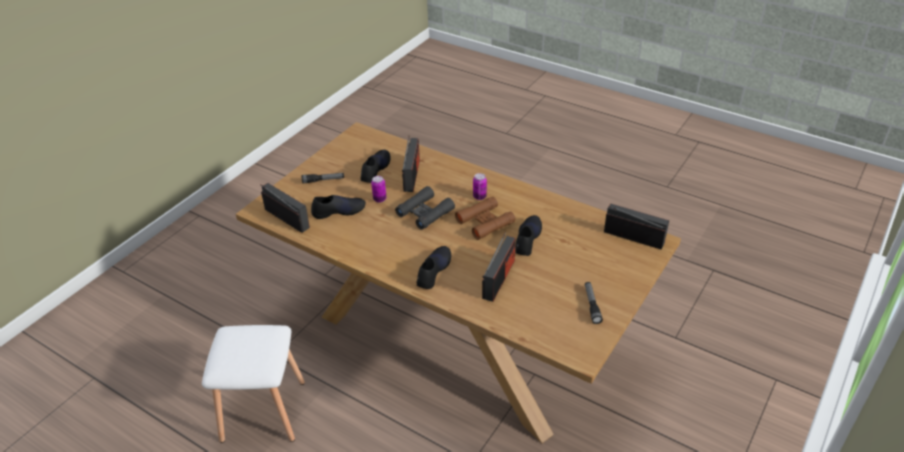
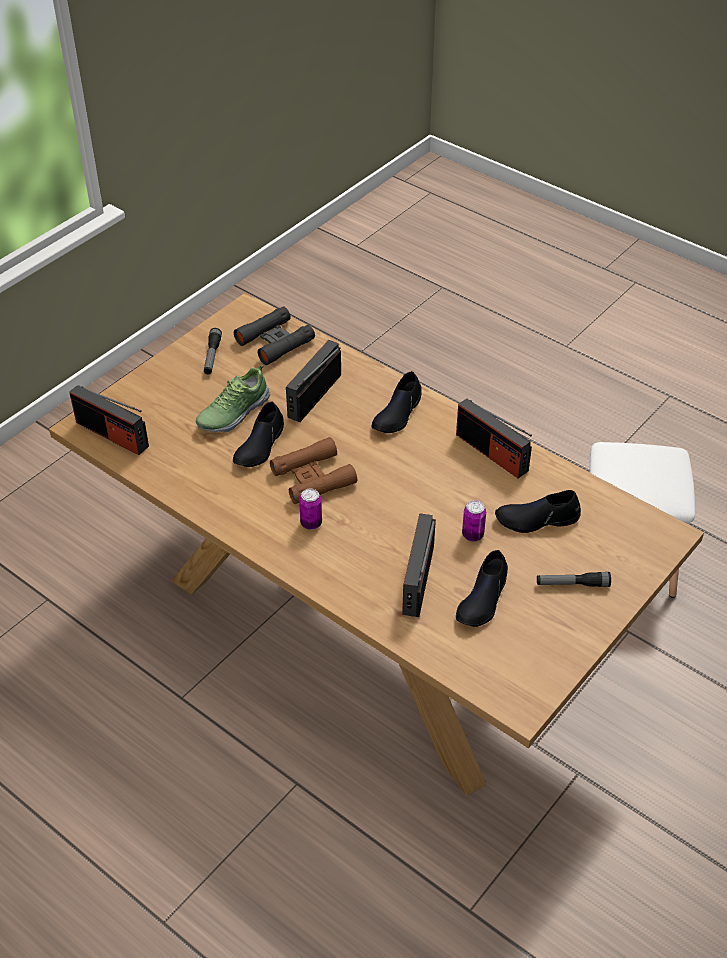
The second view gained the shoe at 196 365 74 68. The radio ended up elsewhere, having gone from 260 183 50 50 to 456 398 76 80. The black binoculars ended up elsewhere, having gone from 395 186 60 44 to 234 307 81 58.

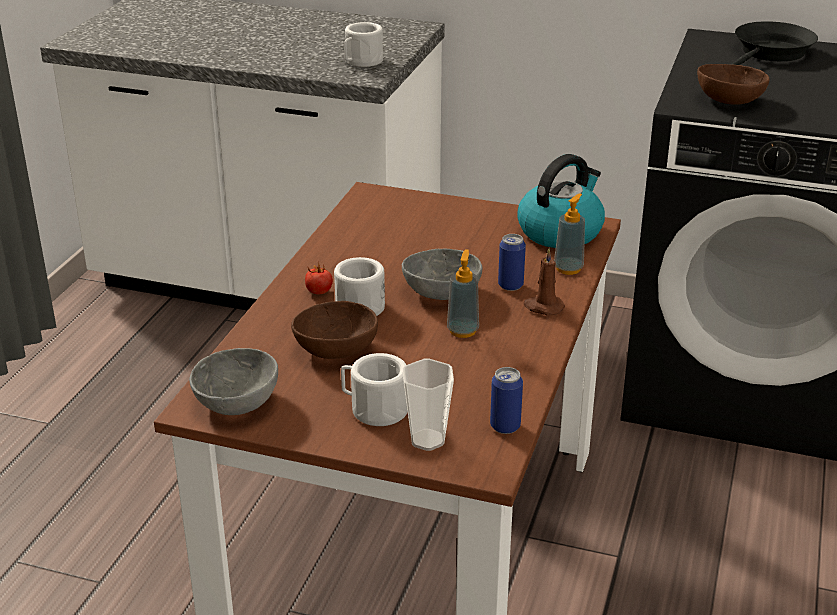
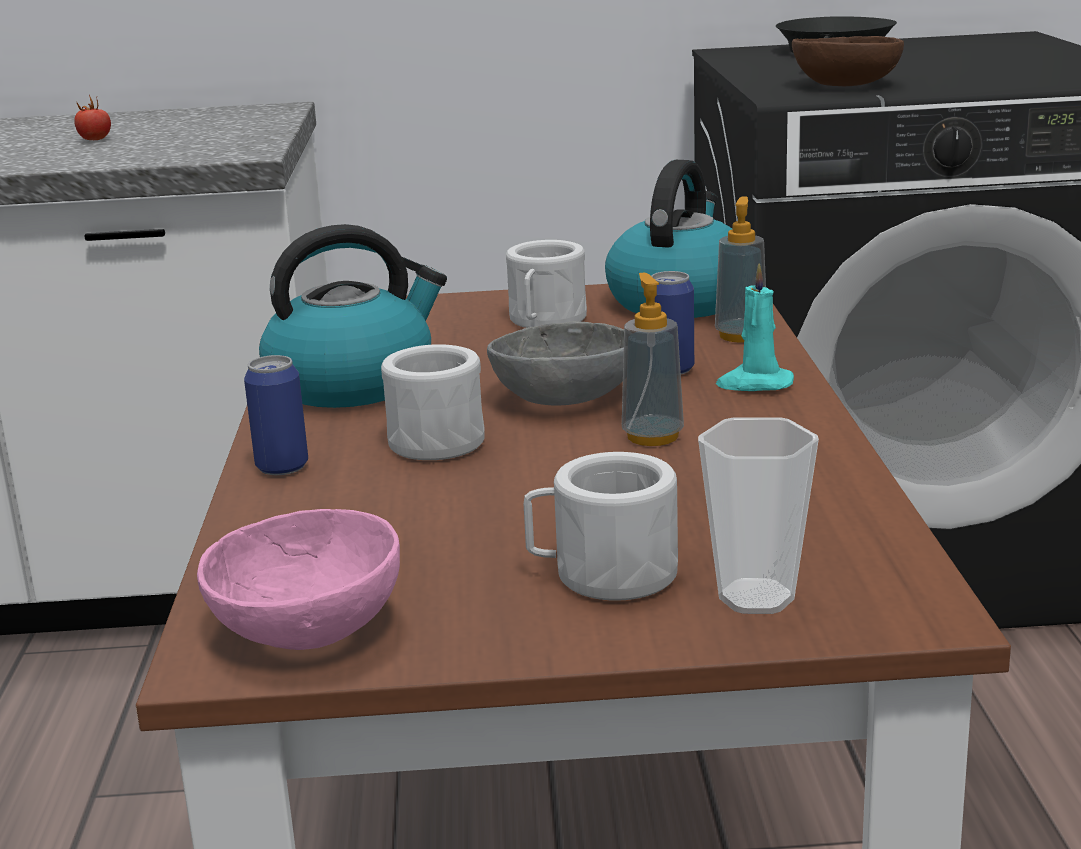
The second view lost the brown bowl at 291 301 87 58. The second view gained the kettle at 259 224 188 184. The tomato ended up elsewhere, having gone from 305 261 28 33 to 74 94 37 46. The white mug ended up elsewhere, having gone from 344 22 39 45 to 506 240 81 88. The can ended up elsewhere, having gone from 490 367 33 67 to 244 355 64 120. What was the grey bowl at 189 348 89 67 turned into the pink bowl at 197 509 203 141. What was the brown candle at 524 248 41 68 turned into the turquoise candle at 716 263 78 128.

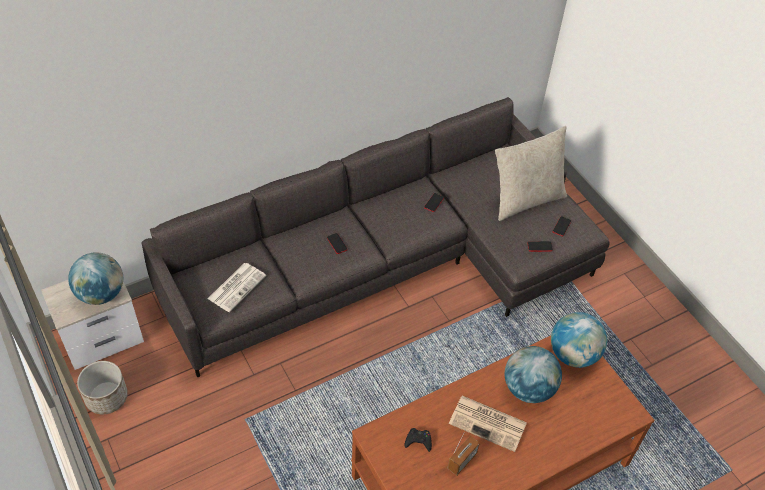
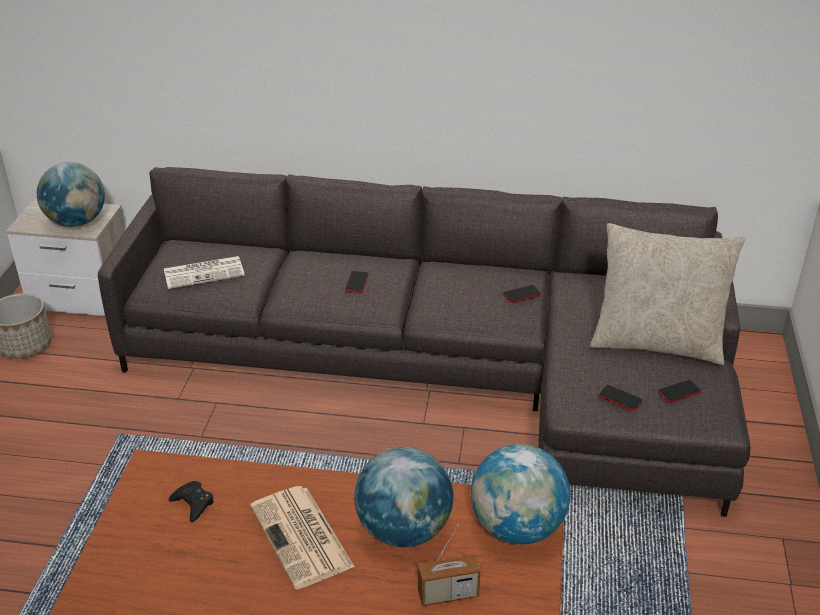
The radio ended up elsewhere, having gone from 448 429 32 47 to 418 524 63 82.

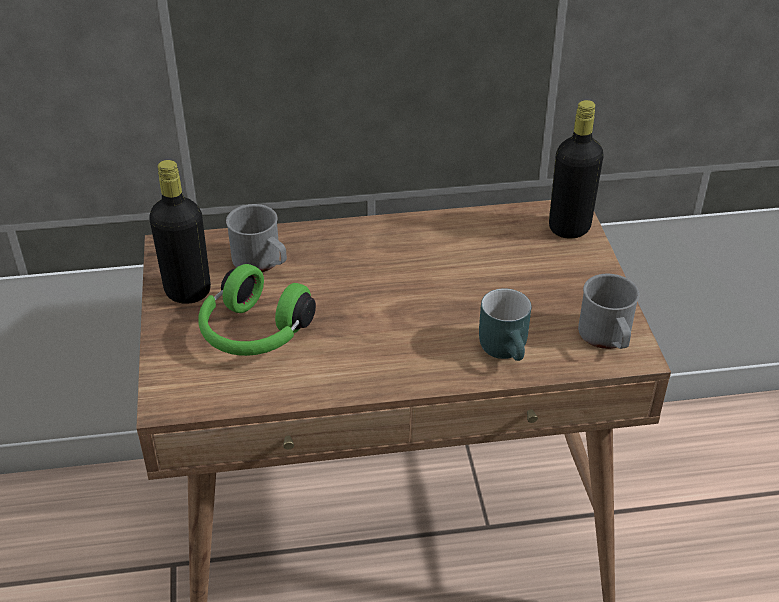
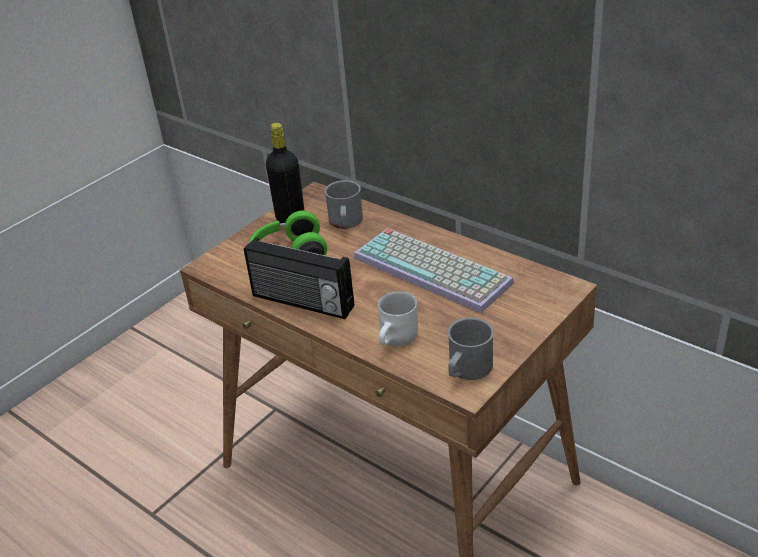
The second view lost the black bottle at 549 100 55 139. The second view gained the radio at 244 237 110 82. The second view gained the keyboard at 354 228 160 85. What was the turquoise mug at 479 288 52 73 turned into the white mug at 378 291 40 55.

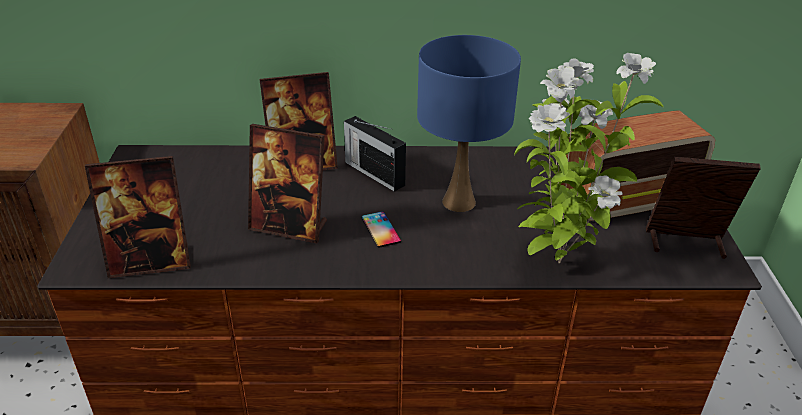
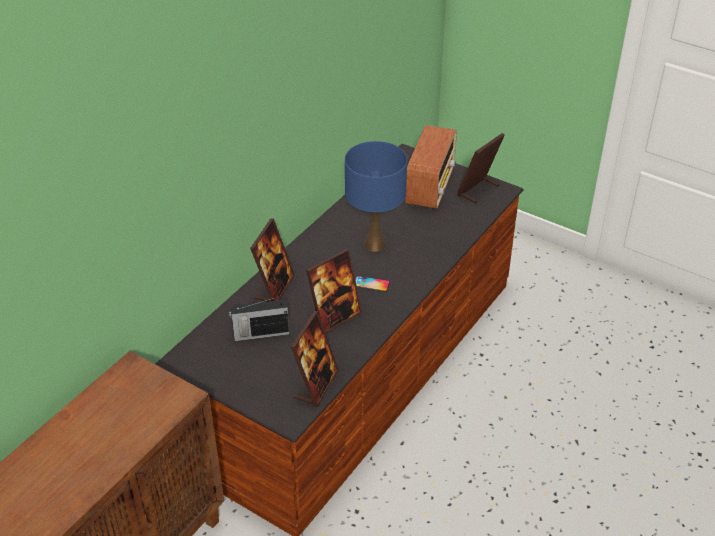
The second view lost the potted plant at 514 53 149 210. The radio ended up elsewhere, having gone from 344 116 62 76 to 229 297 60 44.

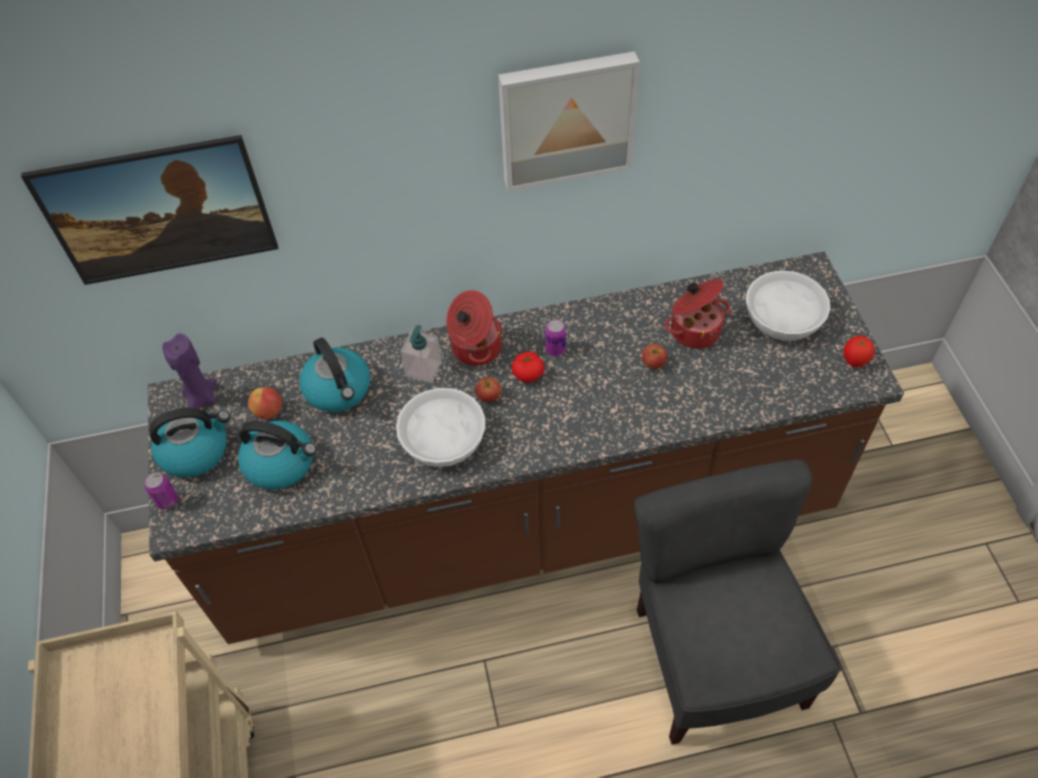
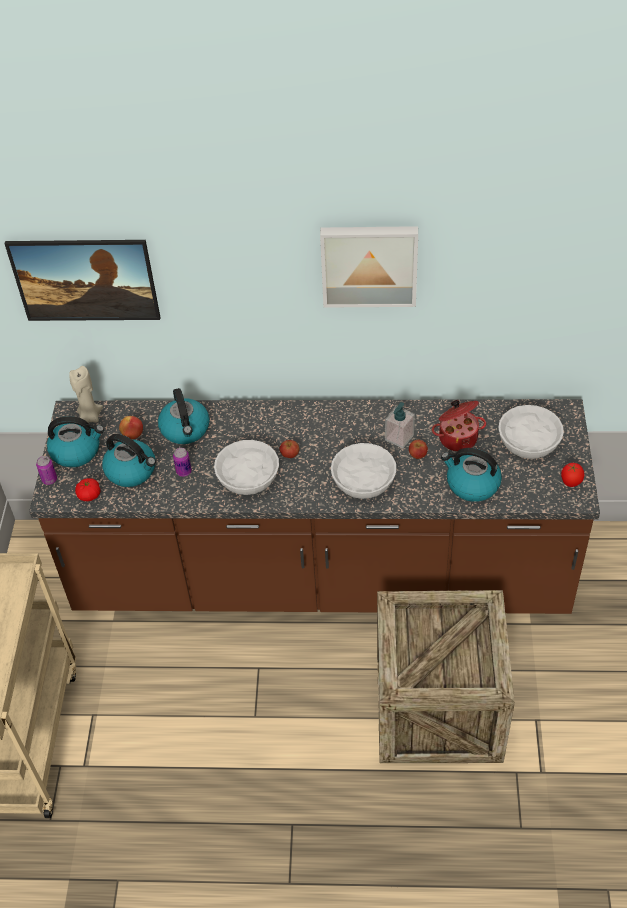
The second view lost the cooking pot at 446 290 57 76. The second view gained the white bowl at 331 443 65 56. The second view gained the kettle at 441 448 61 54. The soap dispenser ended up elsewhere, having gone from 400 325 42 58 to 385 402 30 46. The tomato ended up elsewhere, having gone from 511 352 34 30 to 75 478 26 23. The can ended up elsewhere, having gone from 545 319 21 37 to 173 448 19 29. Where the grey chair stood at 635 459 207 286, the crate came to stand at 377 590 138 173. What was the purple candle at 162 333 55 76 turned into the beige candle at 69 366 34 57.

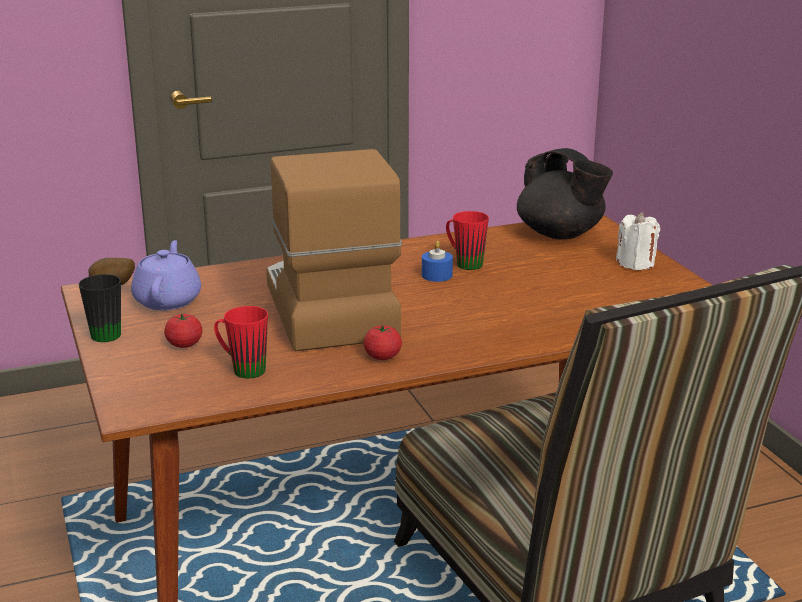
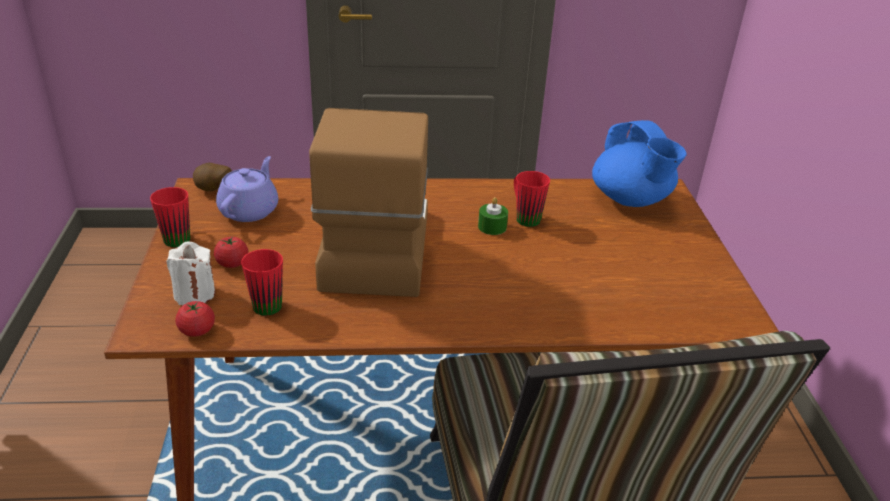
The tomato ended up elsewhere, having gone from 364 325 38 35 to 175 301 40 36. The white candle ended up elsewhere, having gone from 616 212 44 58 to 166 242 49 63. What was the black mug at 79 274 42 68 turned into the red mug at 150 187 40 60. What was the blue candle at 422 241 31 41 turned into the green candle at 478 197 30 38. What was the black teapot at 517 148 96 91 turned into the blue teapot at 592 120 94 87.

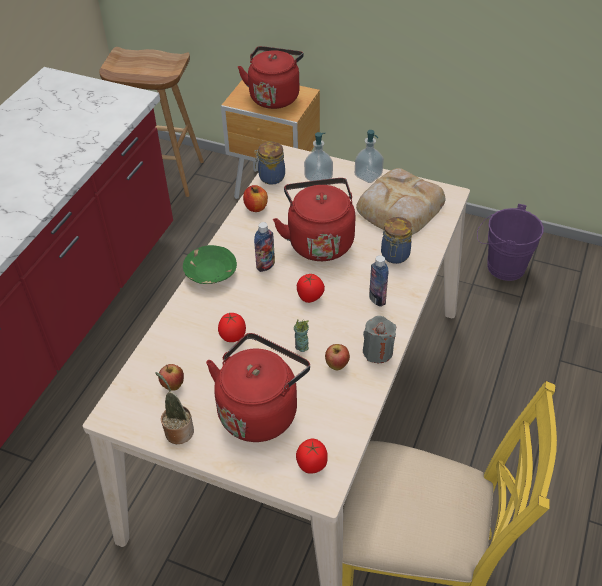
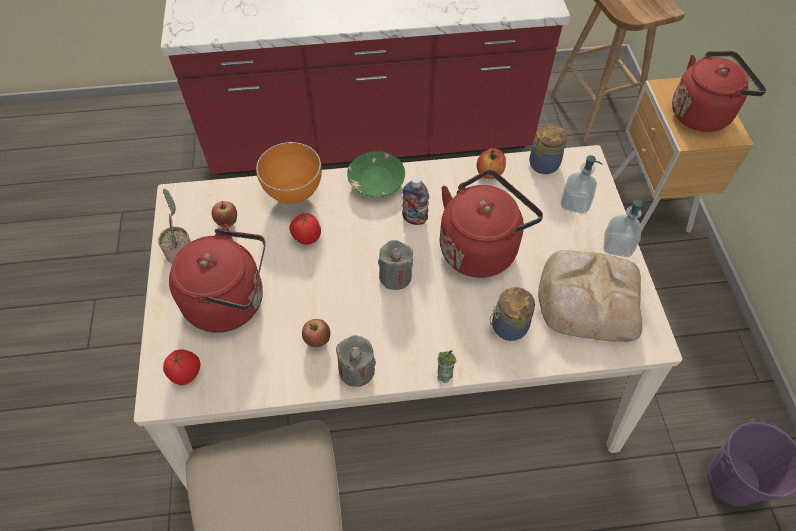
The second view lost the bottle at 369 255 19 52. The second view gained the orange bowl at 256 142 66 62. The cup ended up elsewhere, having gone from 294 319 15 33 to 438 350 19 33. Where the tomato stood at 297 274 28 29, the grey candle came to stand at 378 240 35 50.

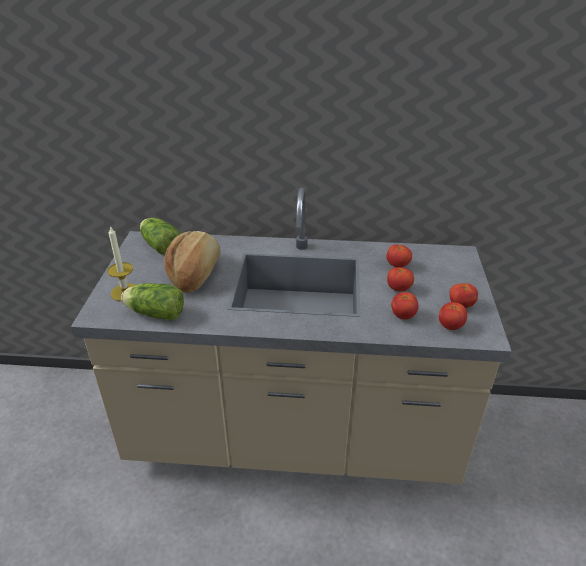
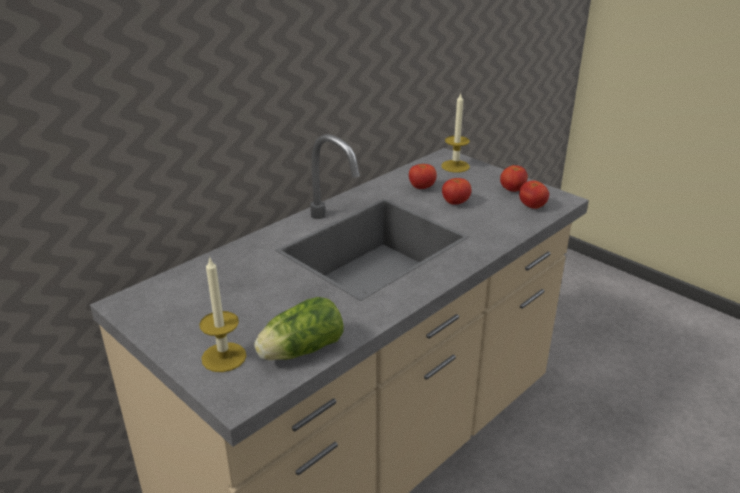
The second view lost the lettuce at 140 218 40 37. The second view lost the bread at 164 231 57 62. The second view lost the tomato at 391 292 28 28. The second view gained the candle at 441 93 29 80.

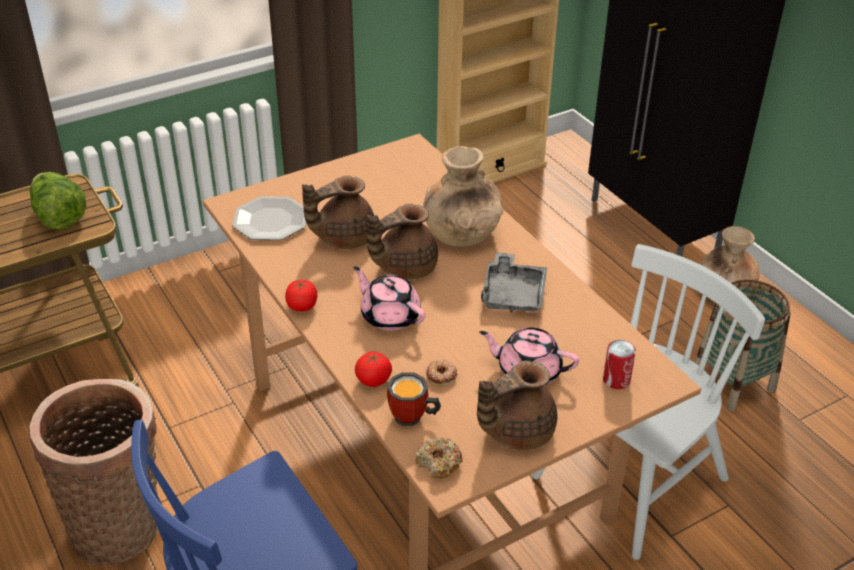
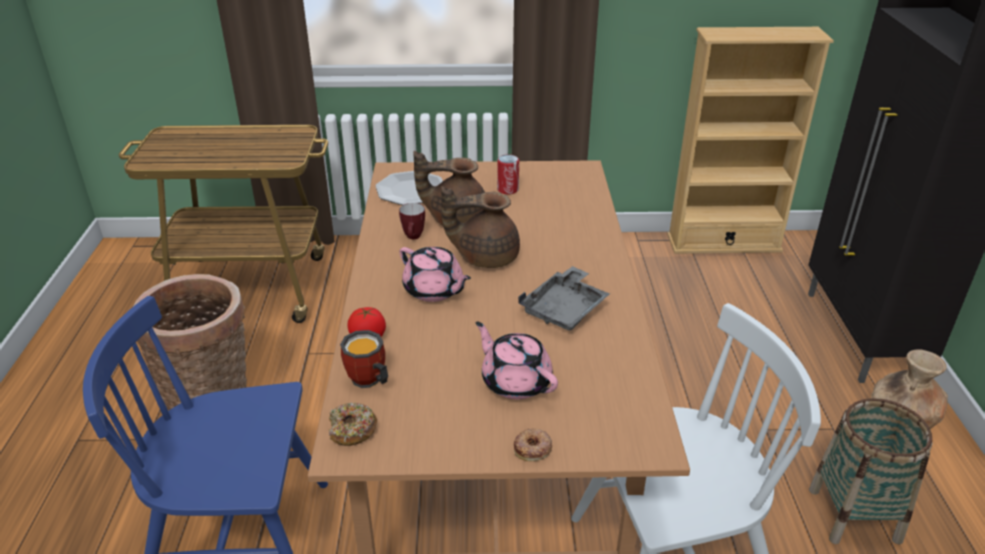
The second view lost the lettuce at 30 172 56 58. The second view lost the tomato at 285 280 32 31. The second view lost the brown vase at 423 146 80 101. The second view lost the brown teapot at 477 361 80 89. The second view gained the mug at 399 203 26 36. The donut ended up elsewhere, having gone from 426 360 32 27 to 514 428 38 33. The can ended up elsewhere, having gone from 603 340 33 49 to 497 154 22 41. The pink teapot at 353 266 72 65 ended up facing another way, 150 degrees clockwise from before.

